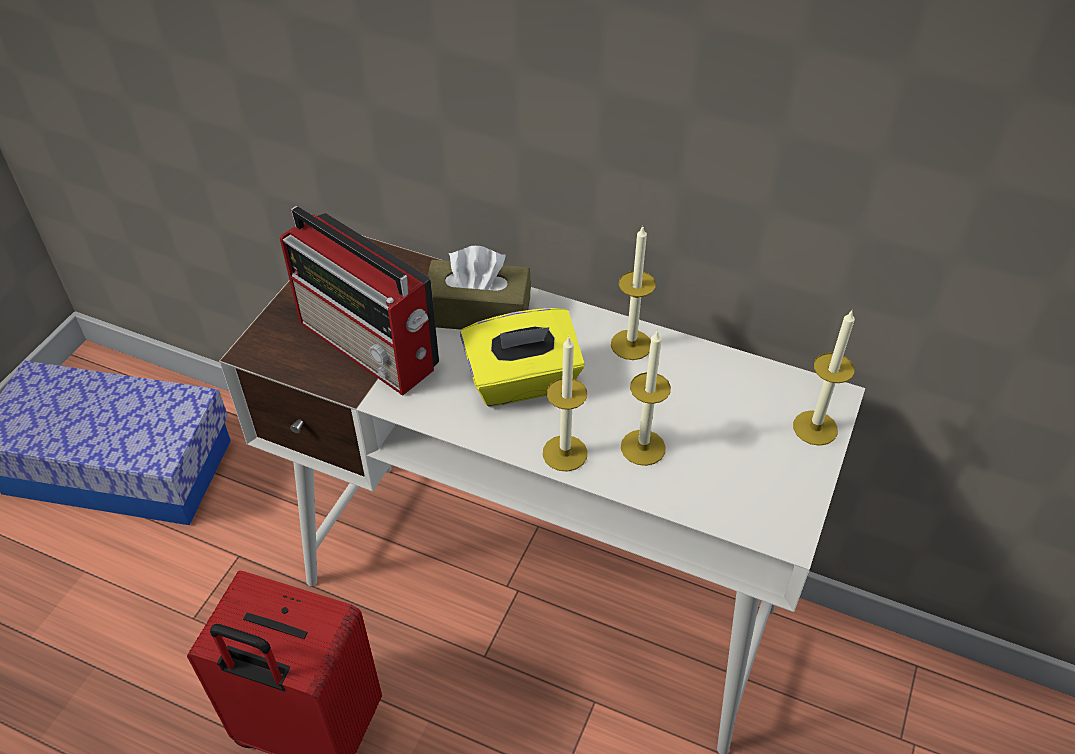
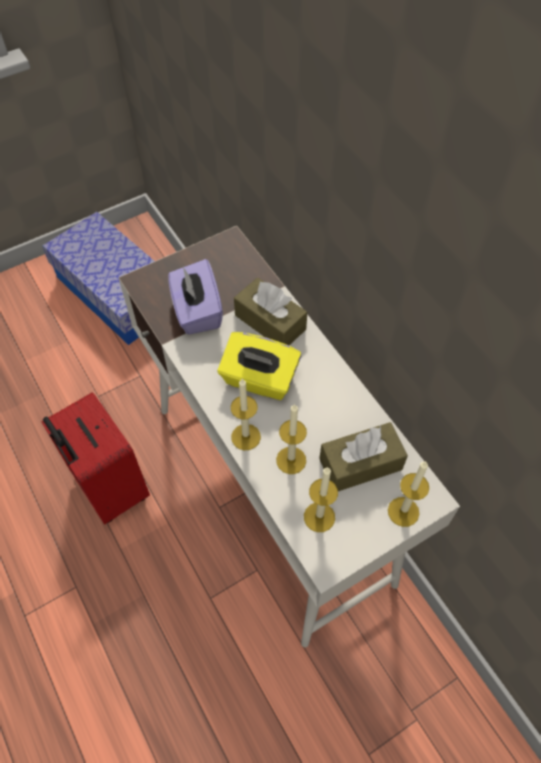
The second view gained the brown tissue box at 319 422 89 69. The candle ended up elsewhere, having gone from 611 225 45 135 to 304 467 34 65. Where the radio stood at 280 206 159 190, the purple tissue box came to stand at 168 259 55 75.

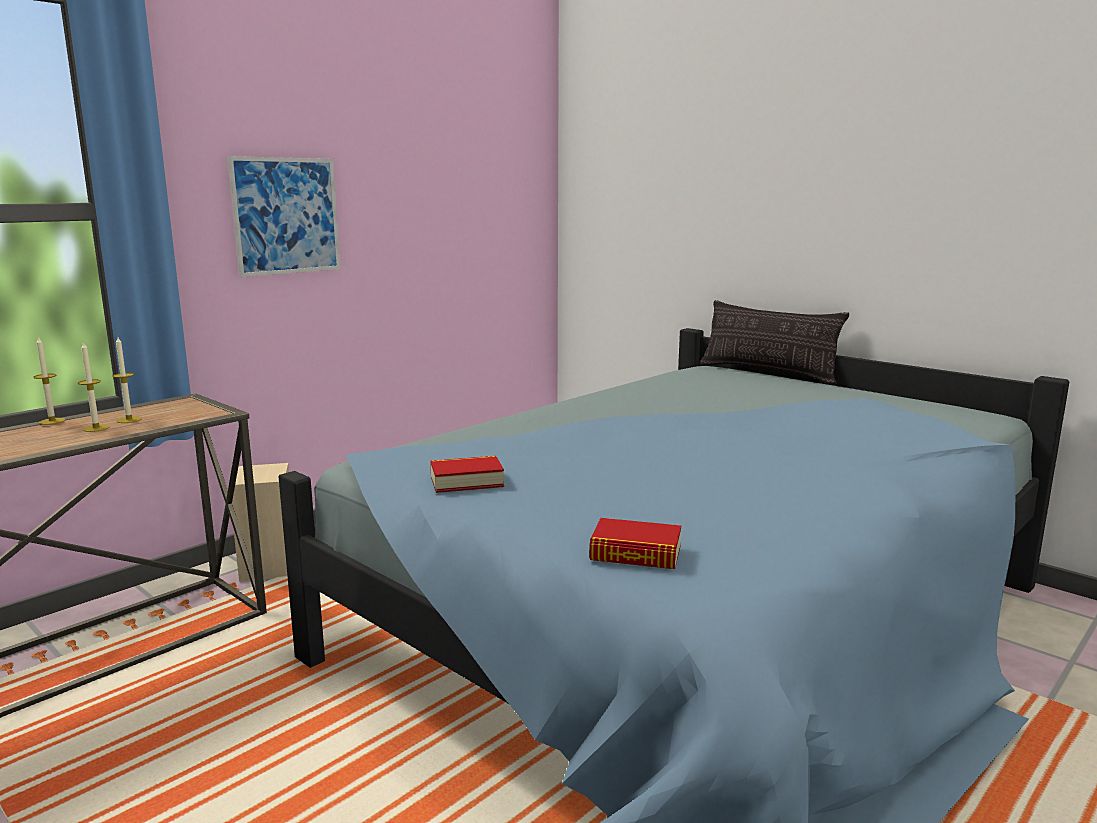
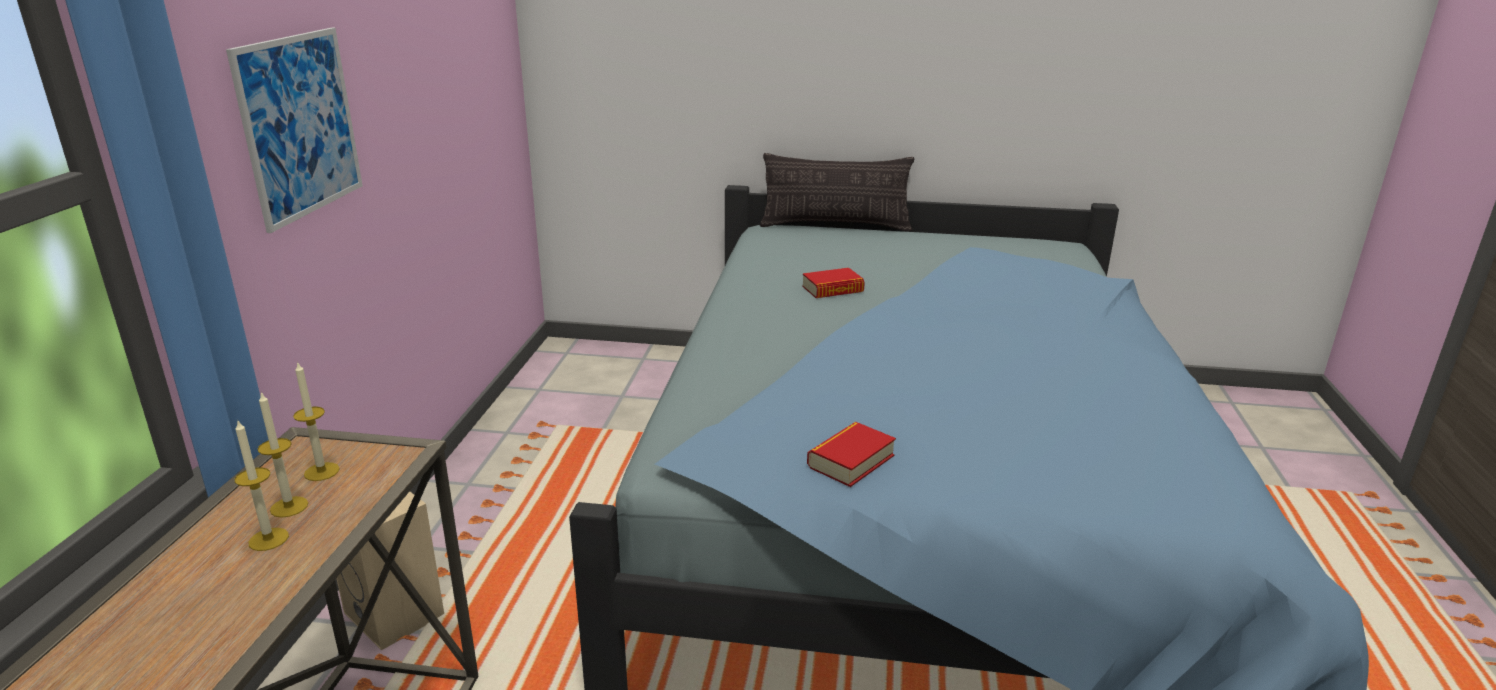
The candle ended up elsewhere, having gone from 33 336 33 89 to 293 361 47 120. The book ended up elsewhere, having gone from 589 518 92 51 to 802 268 63 30.

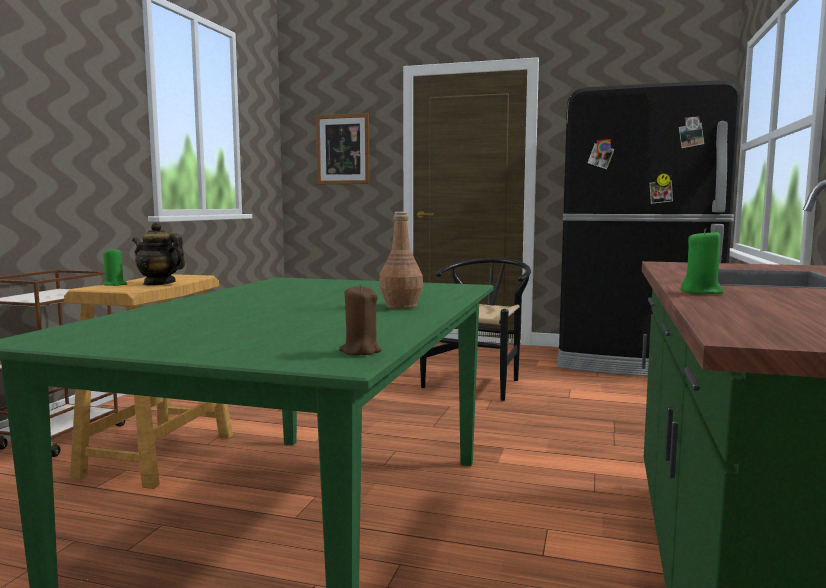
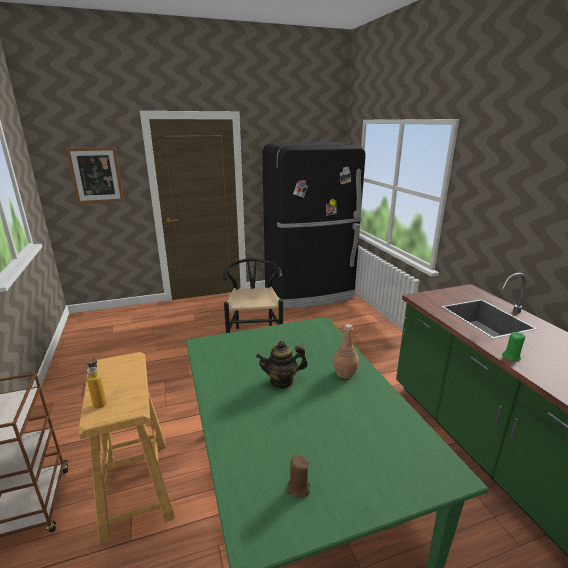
The teapot ended up elsewhere, having gone from 132 222 53 64 to 256 341 52 48. The brown candle ended up elsewhere, having gone from 339 284 43 71 to 287 455 24 43. Where the green candle stood at 103 247 24 39, the bottle came to stand at 86 355 21 53.

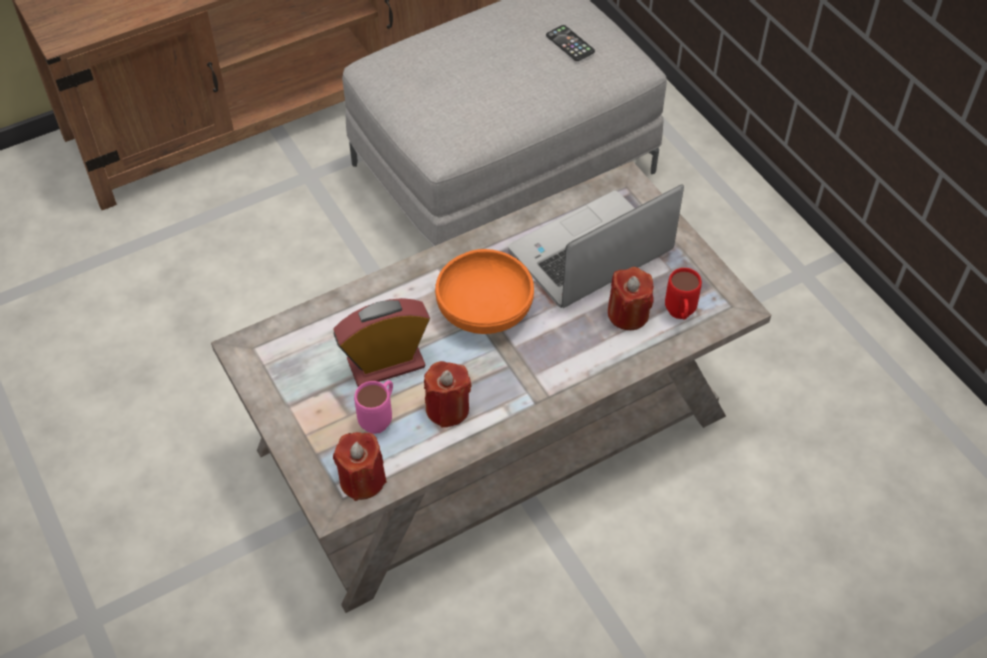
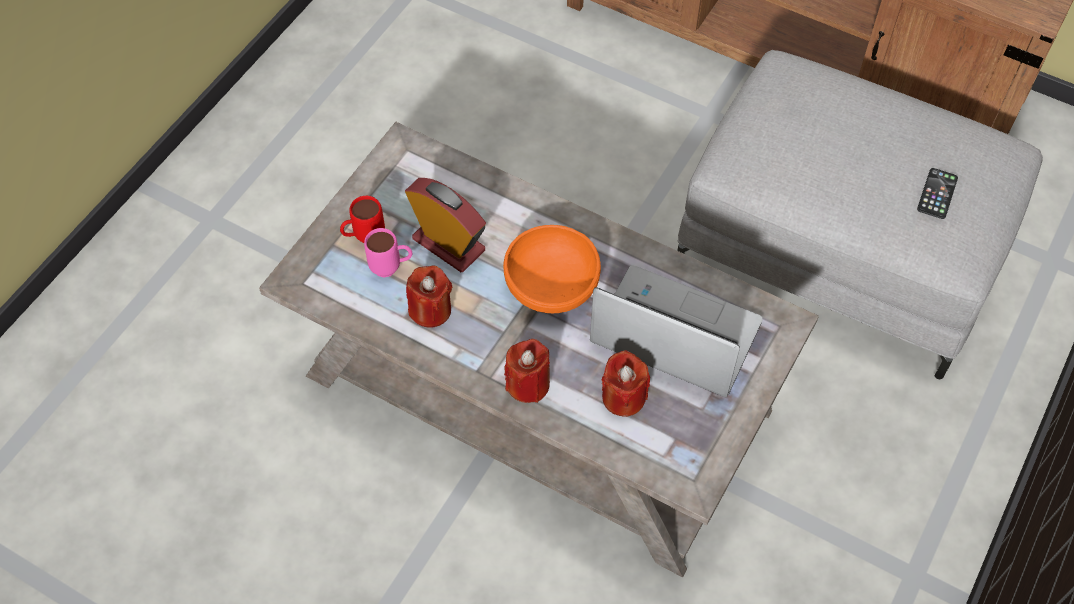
The red candle ended up elsewhere, having gone from 333 432 54 69 to 504 339 46 64. The red mug ended up elsewhere, having gone from 665 268 37 52 to 340 196 45 47.

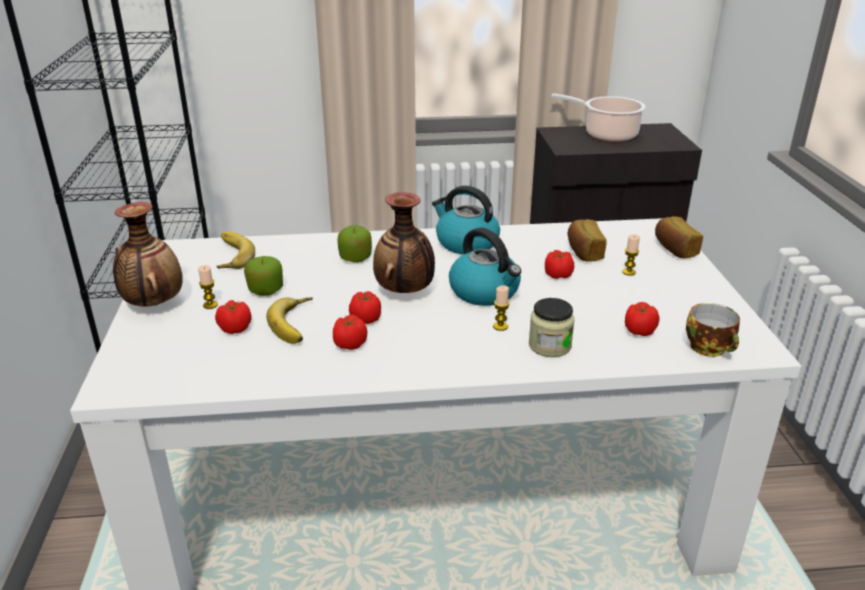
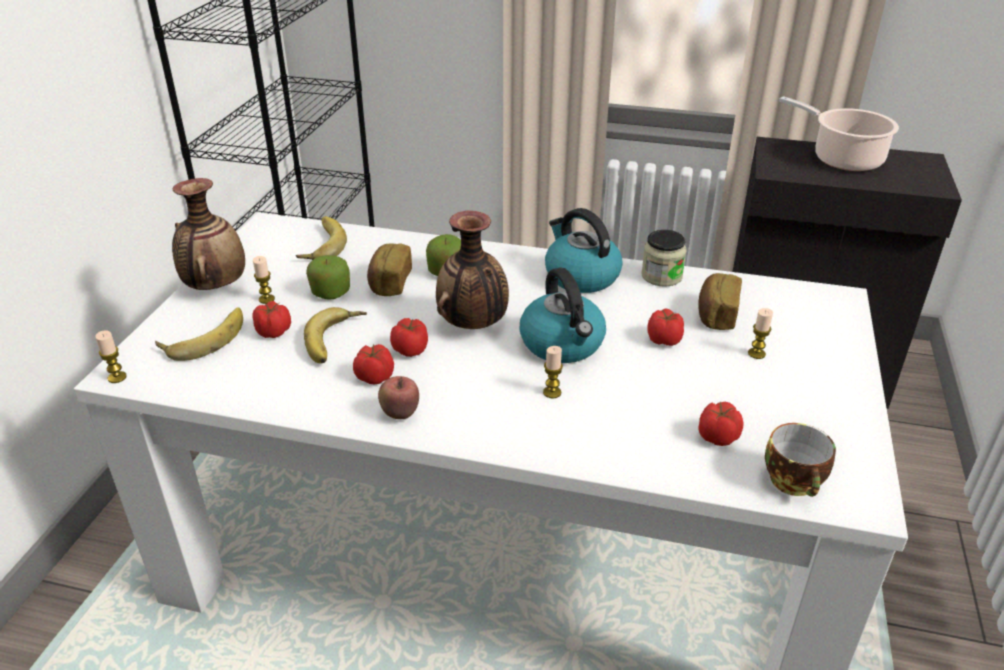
The second view gained the candle at 95 330 32 53. The second view gained the banana at 155 307 88 54. The second view gained the apple at 378 376 41 43. The jar ended up elsewhere, having gone from 529 298 46 59 to 641 230 45 57. The bread ended up elsewhere, having gone from 655 216 48 42 to 367 243 45 53.

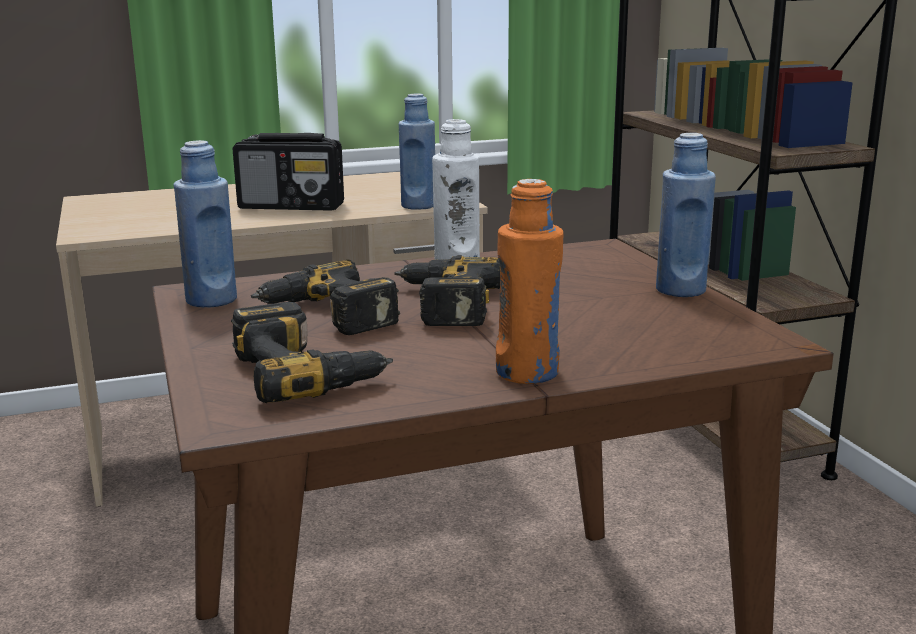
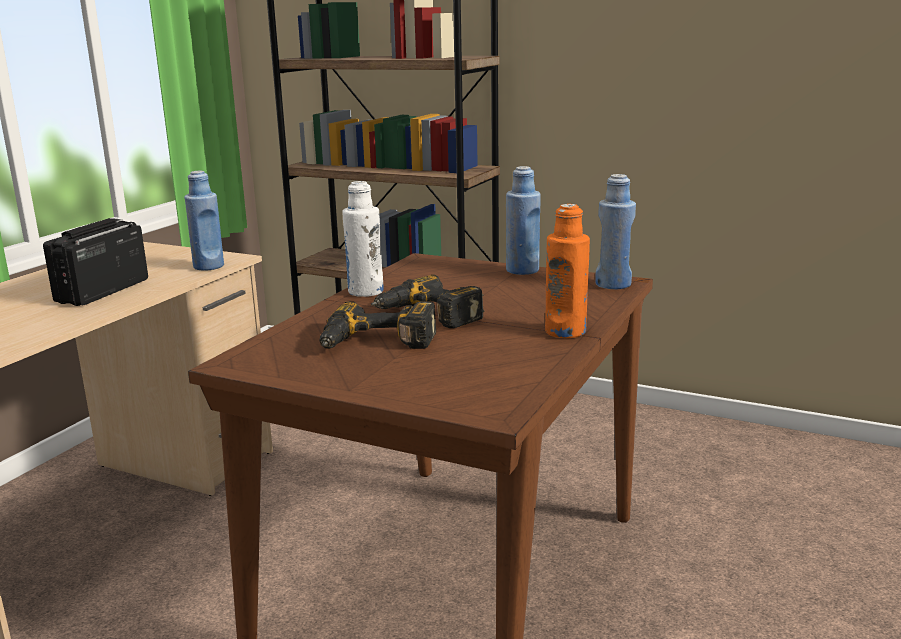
The second view lost the power drill at 231 302 162 101. The blue bottle ended up elsewhere, having gone from 173 140 64 167 to 595 174 41 115. The radio at 233 133 111 78 ended up facing another way, 150 degrees clockwise from before.

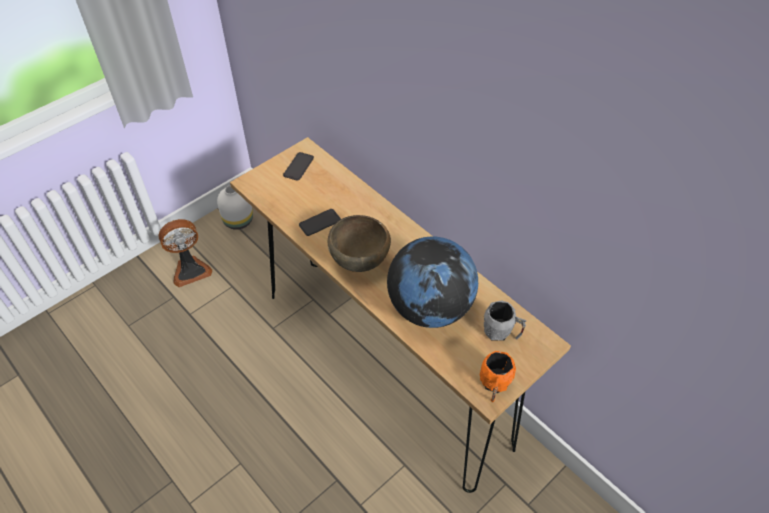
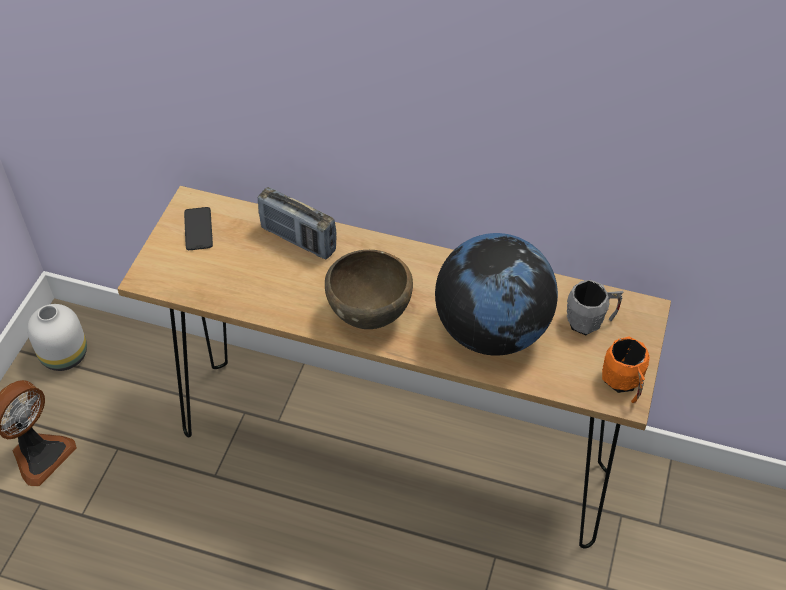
The second view lost the phone at 299 209 42 27. The second view gained the radio at 258 187 79 72.

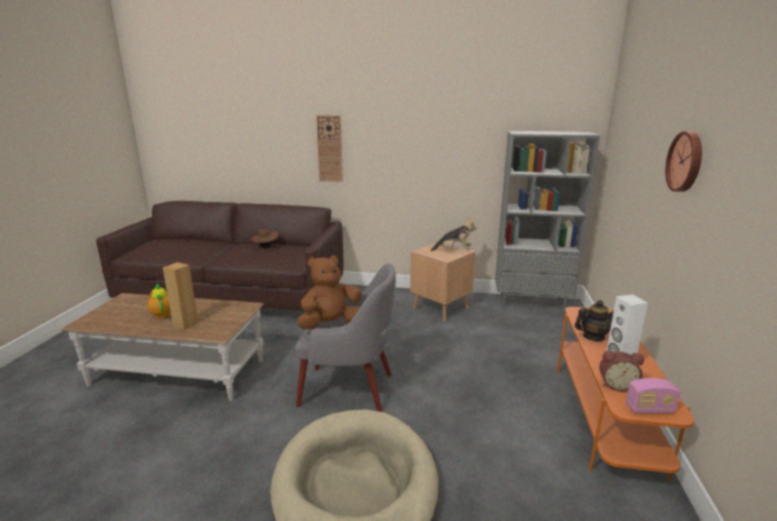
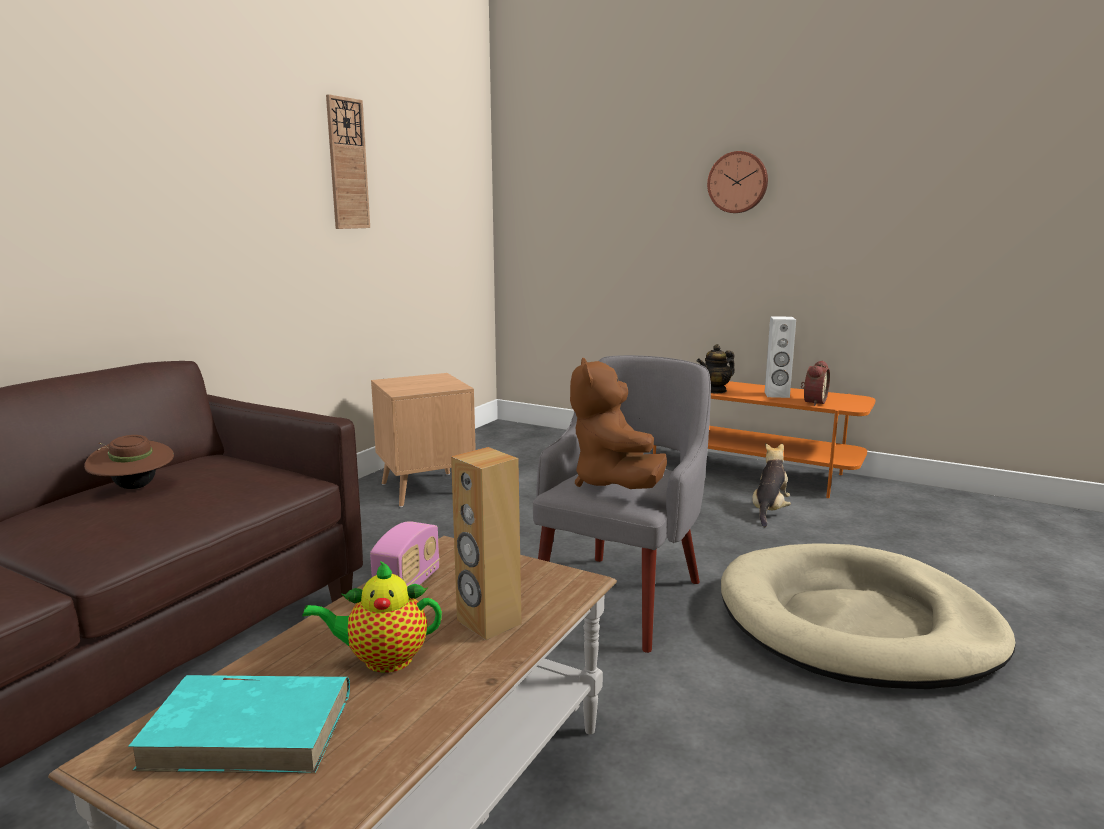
The second view lost the grey bookcase at 495 131 105 182. The second view gained the turquoise book at 128 675 222 98. The wall clock ended up elsewhere, having gone from 316 115 27 67 to 326 94 44 135. The plush toy ended up elsewhere, having gone from 430 217 47 34 to 752 443 39 84. The radio ended up elsewhere, having gone from 626 378 54 35 to 370 521 70 66. The teapot at 574 300 40 41 ended up facing another way, 135 degrees counterclockwise from before.

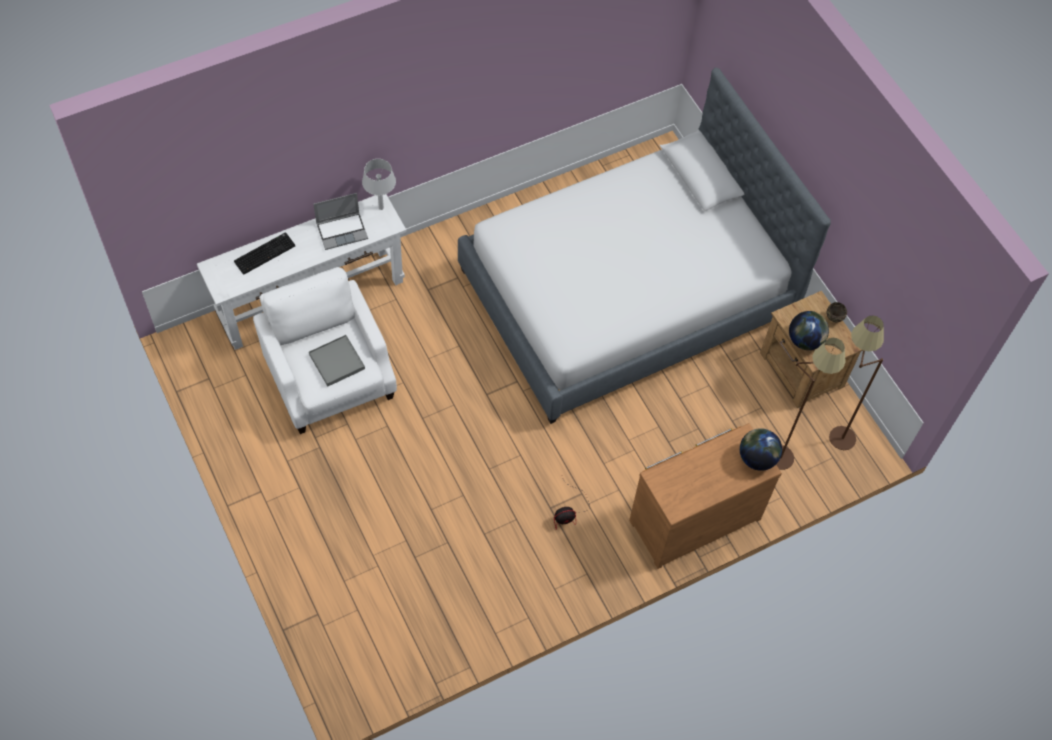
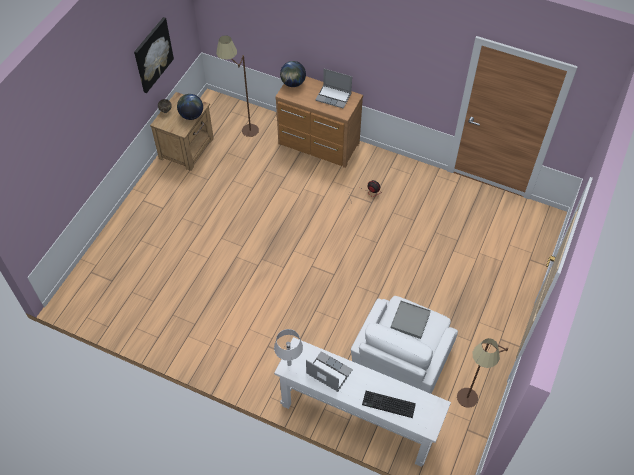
The second view lost the bed at 458 68 373 356. The second view gained the picture at 134 17 40 76. The second view gained the laptop at 315 69 37 40. The brown floor lamp ended up elsewhere, having gone from 829 315 55 135 to 457 338 51 70.

